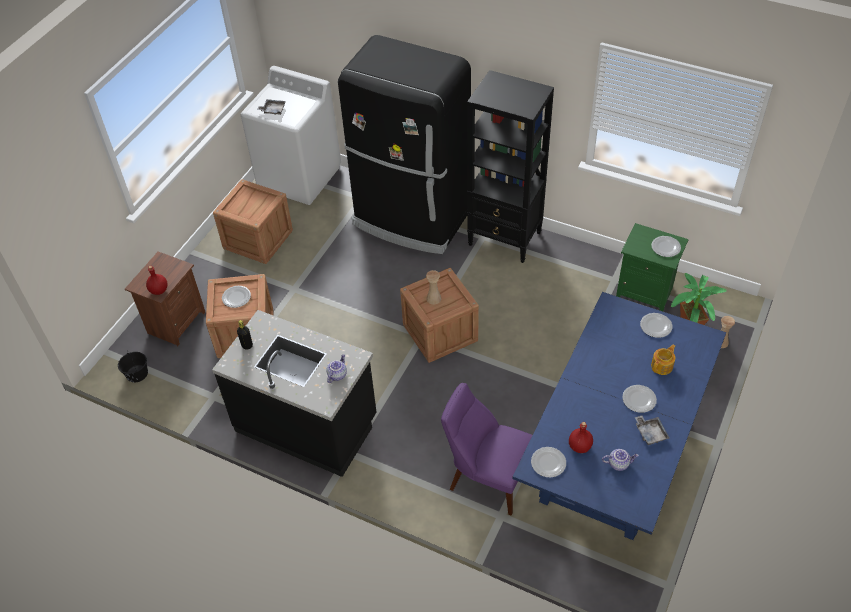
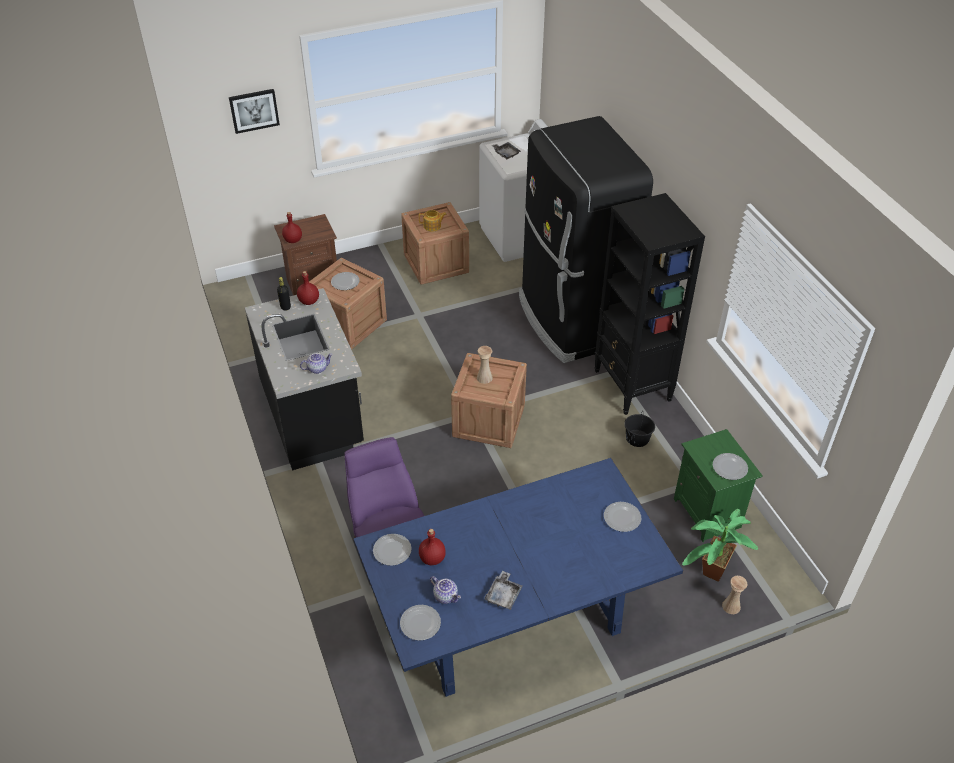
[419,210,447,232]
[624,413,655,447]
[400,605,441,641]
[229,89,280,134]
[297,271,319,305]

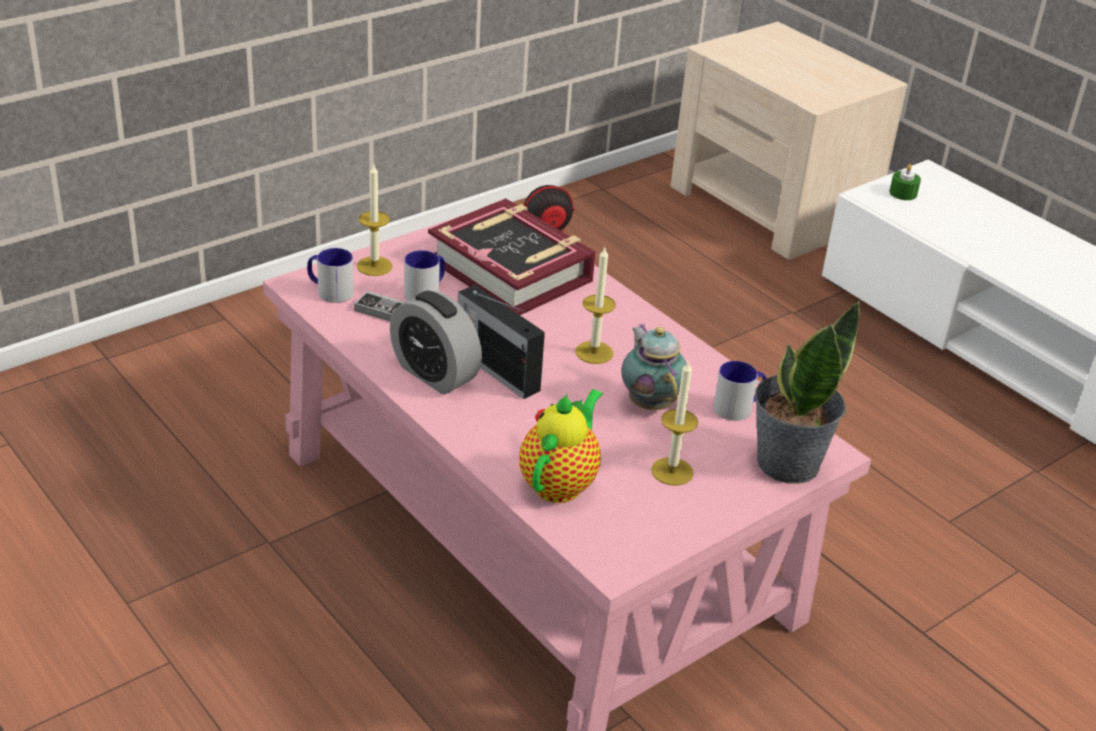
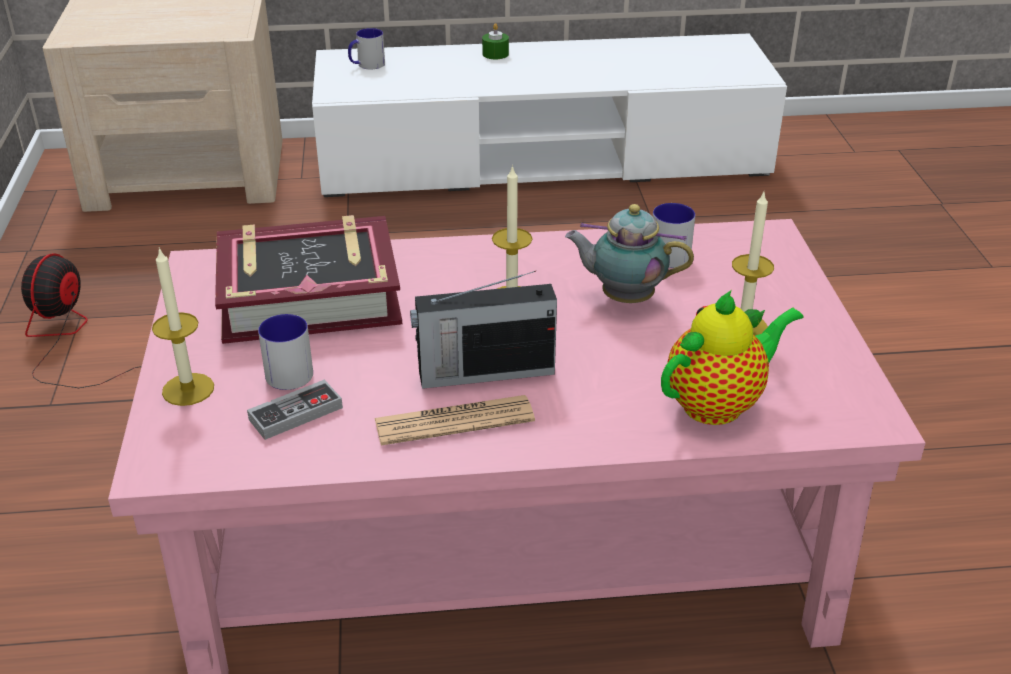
[482,23,509,59]
[348,28,385,69]
[374,395,535,446]
[755,300,860,484] (first image)
[661,290,803,425]

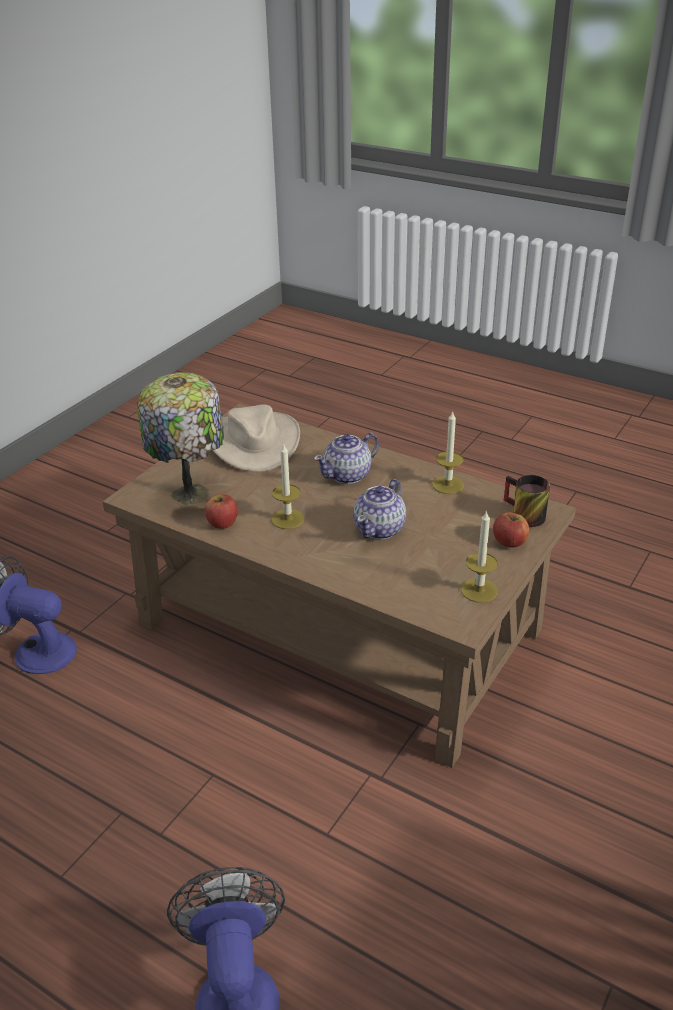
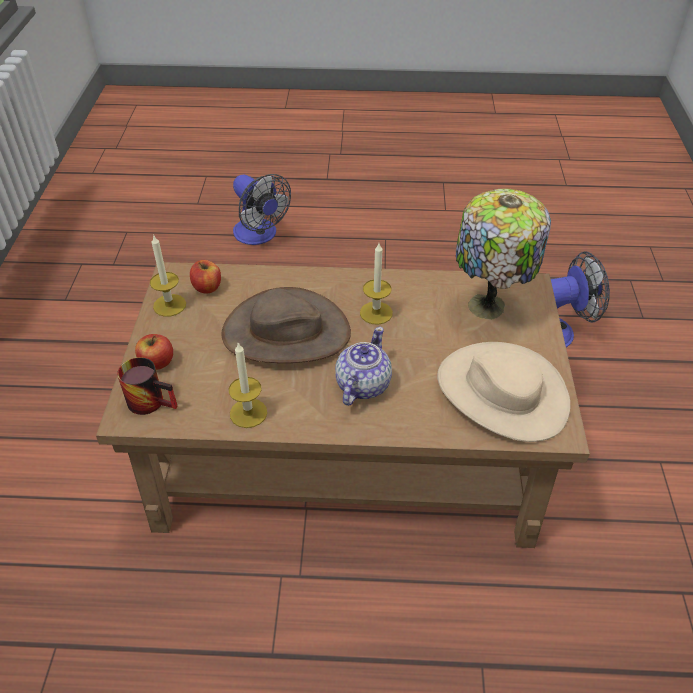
[221,287,351,363]
[190,260,221,294]

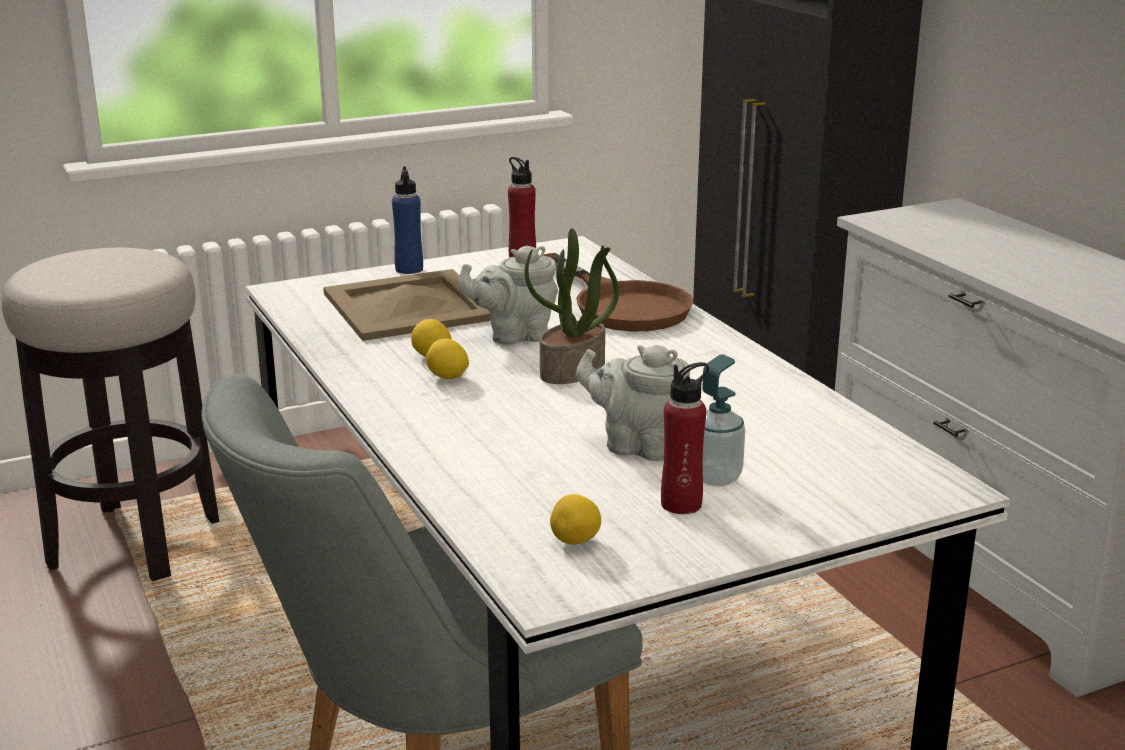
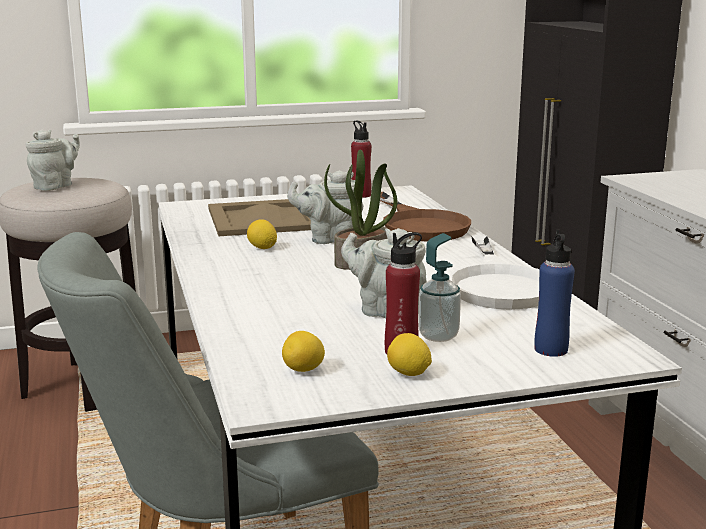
[534,229,575,357]
[387,333,432,376]
[25,129,80,191]
[449,235,540,310]

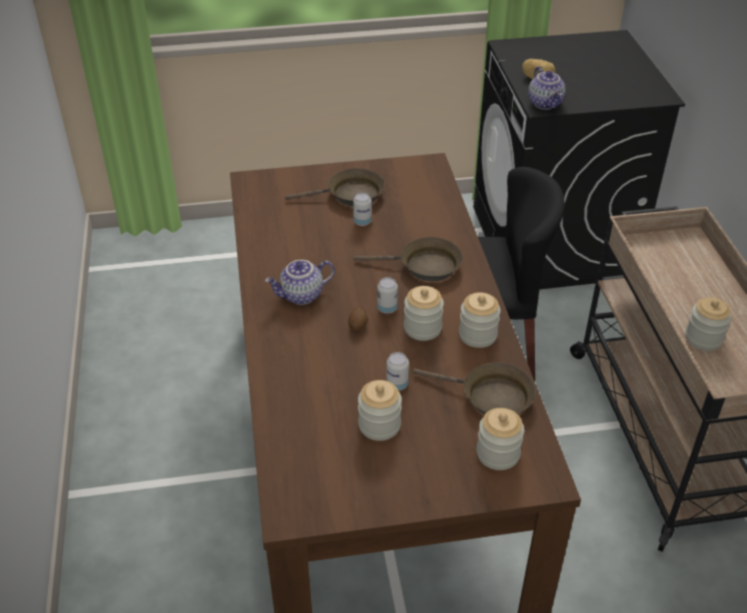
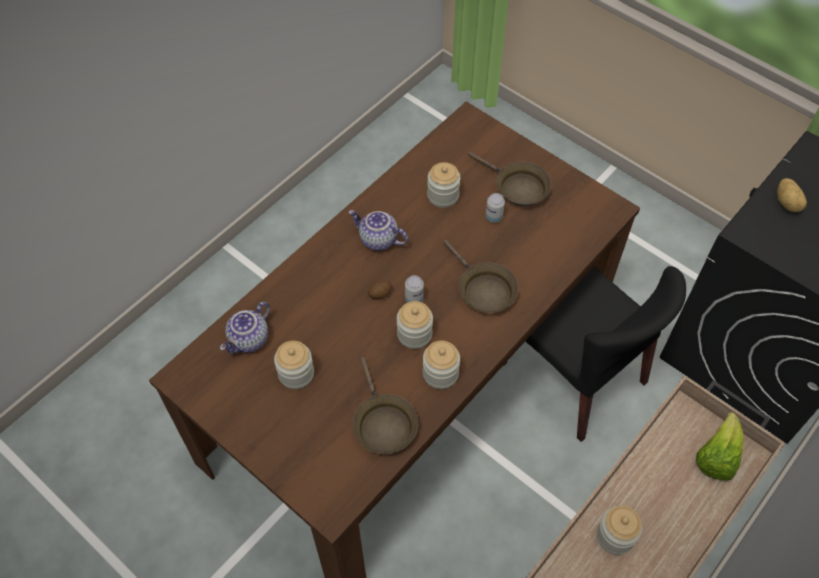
[220,302,270,354]
[386,352,409,391] (first image)
[427,162,460,208]
[696,412,743,480]

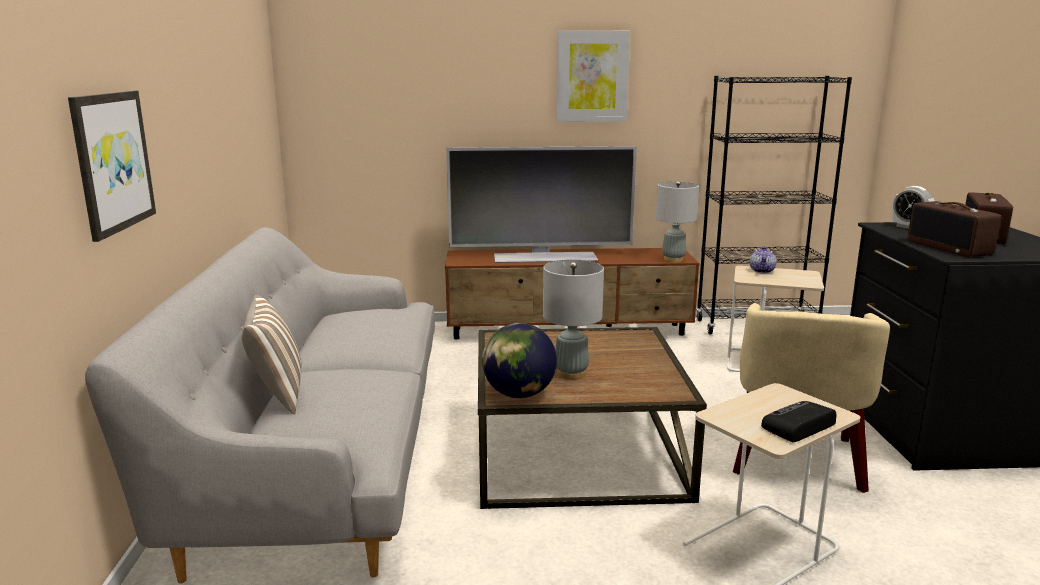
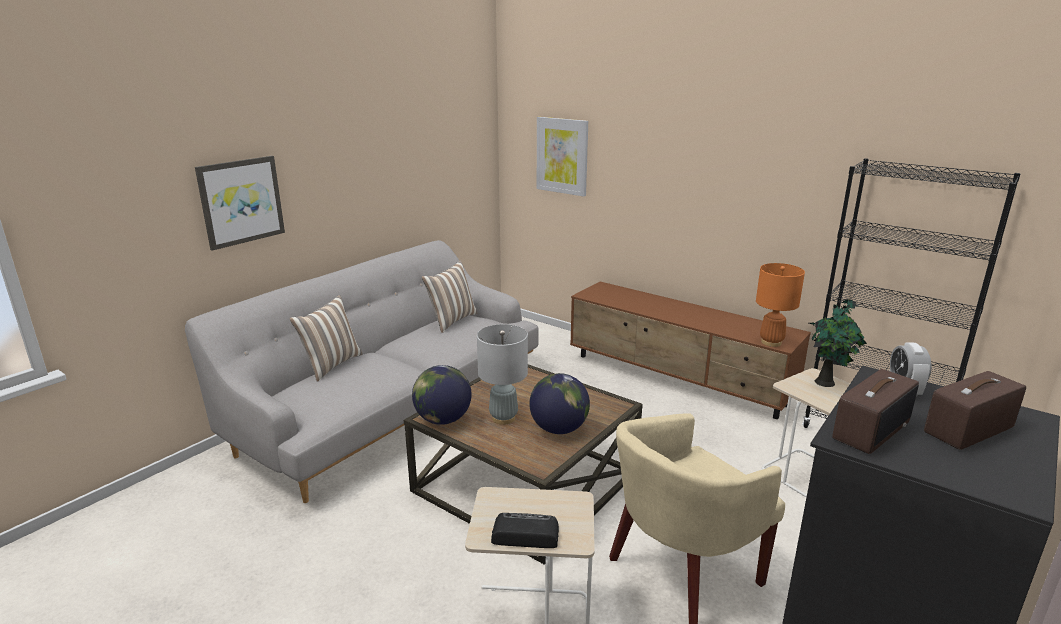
[537,117,588,196]
[446,146,637,263] (first image)
[756,263,805,347]
[832,369,919,454]
[809,299,867,387]
[422,261,478,333]
[529,373,590,434]

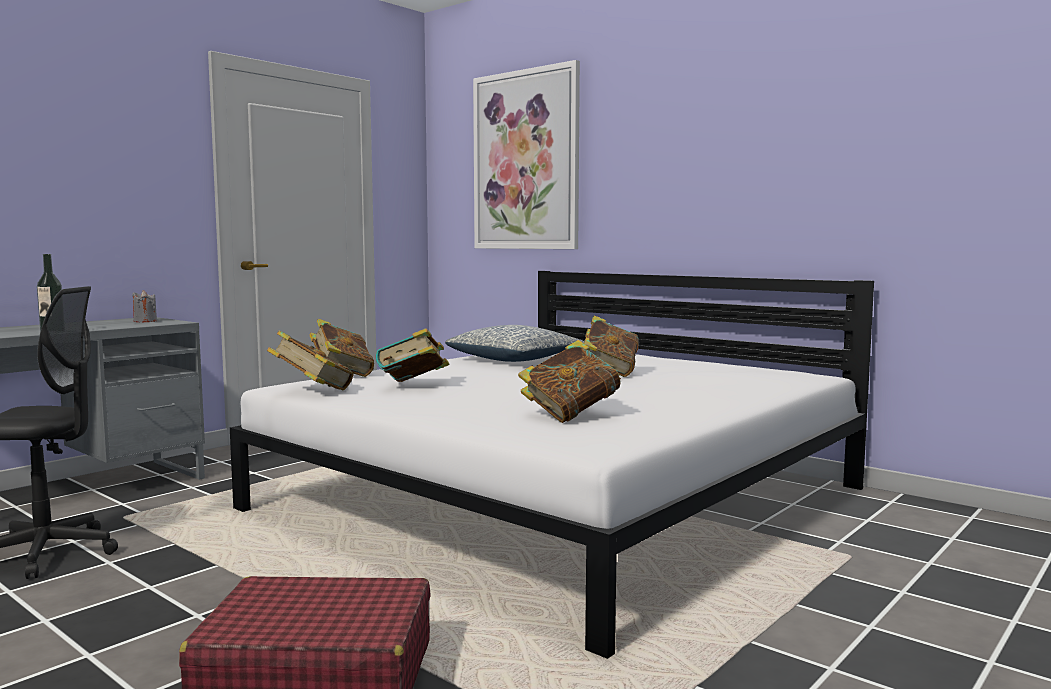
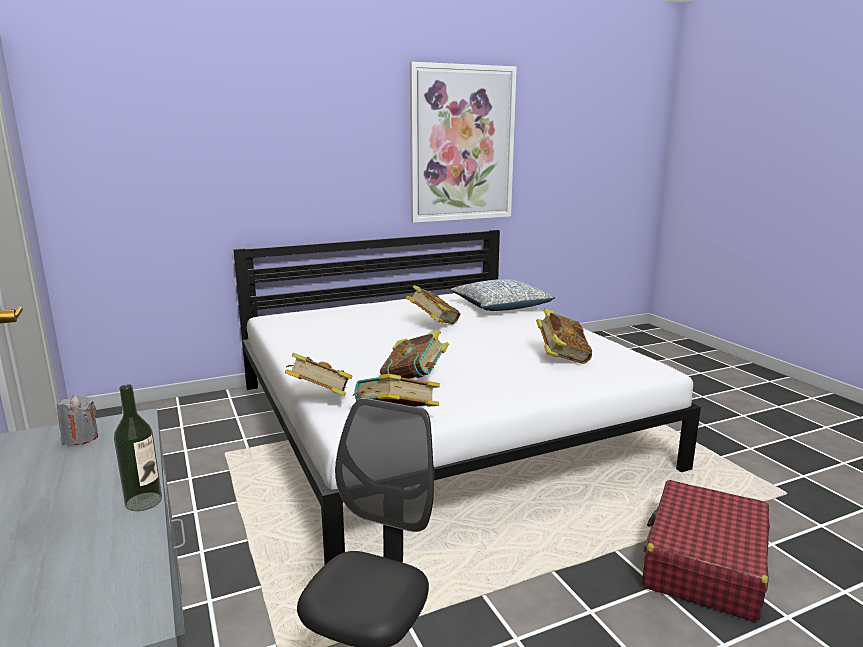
[410,62,517,223]
[451,279,555,311]

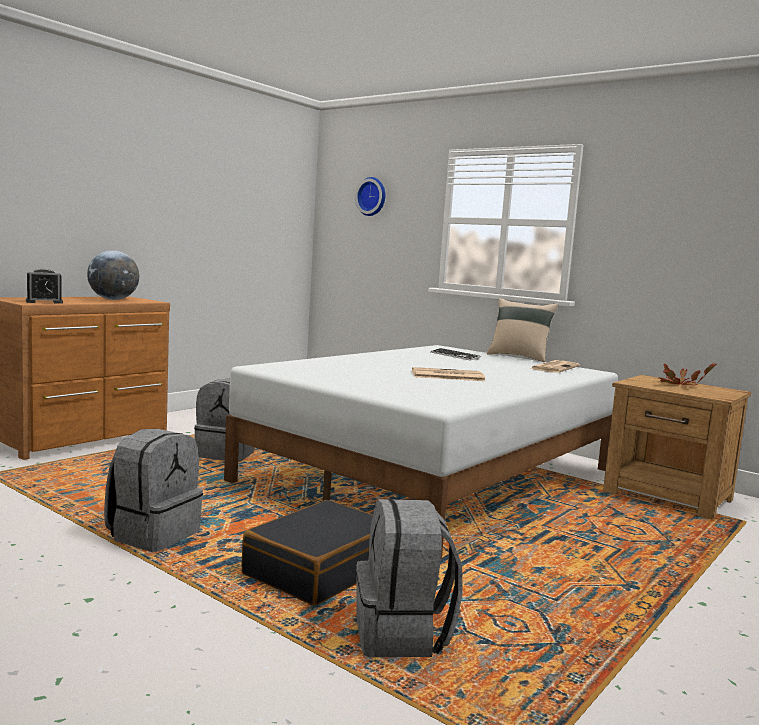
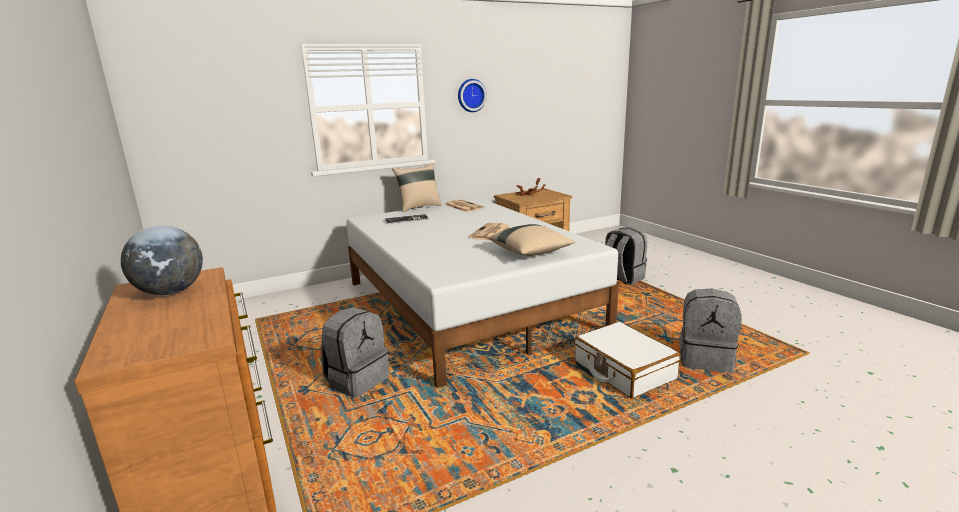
[458,79,487,112]
[26,269,63,304] (first image)
[605,227,647,285]
[574,322,680,398]
[489,224,575,256]

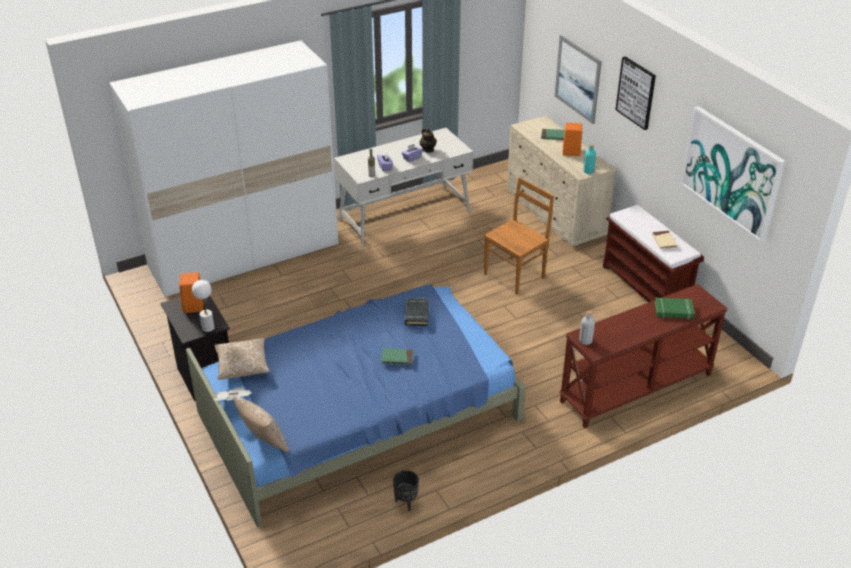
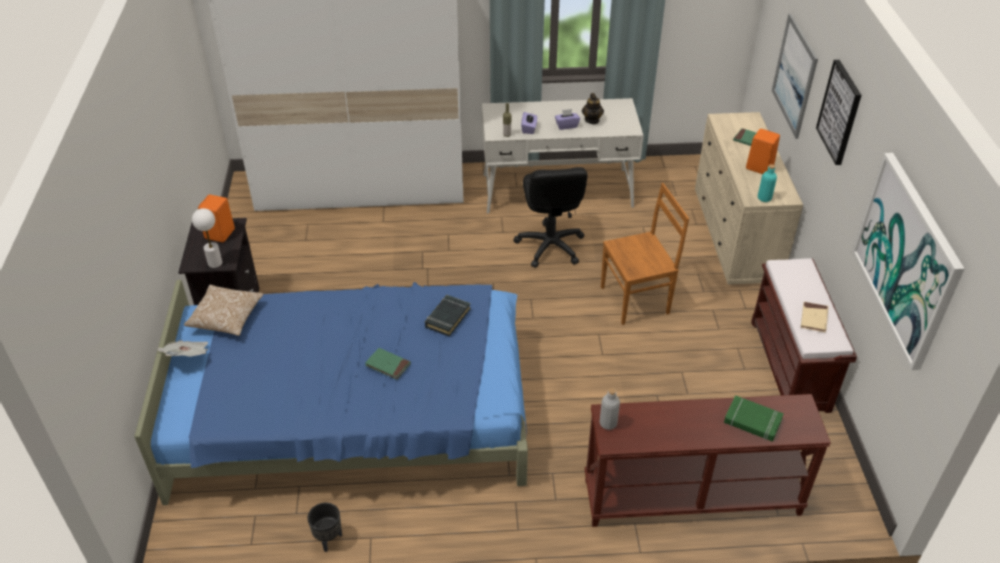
[233,396,289,452] (first image)
[513,167,588,267]

